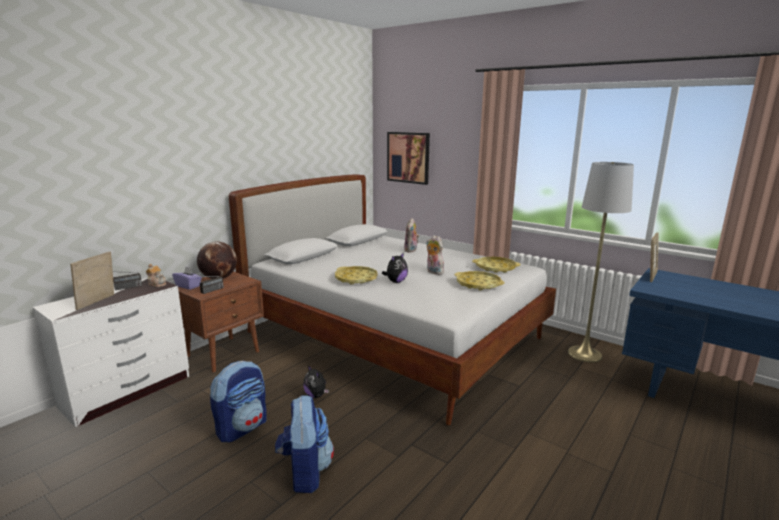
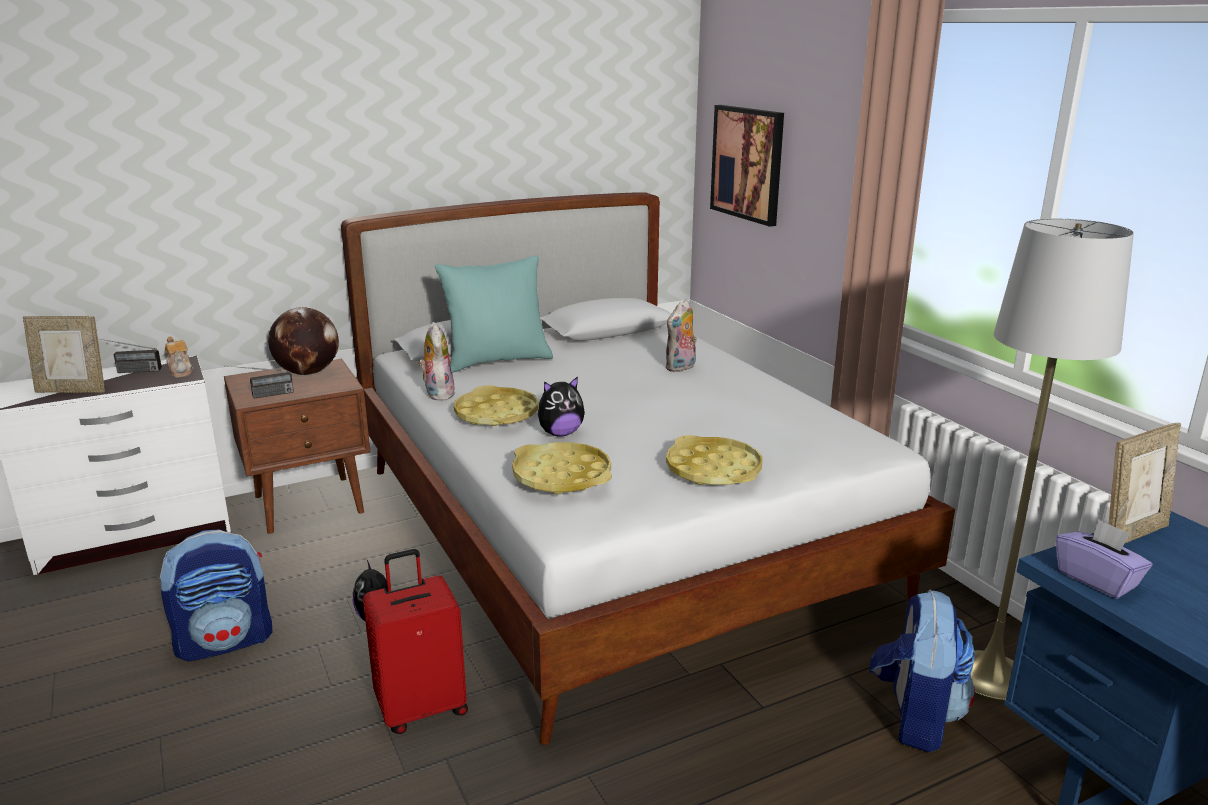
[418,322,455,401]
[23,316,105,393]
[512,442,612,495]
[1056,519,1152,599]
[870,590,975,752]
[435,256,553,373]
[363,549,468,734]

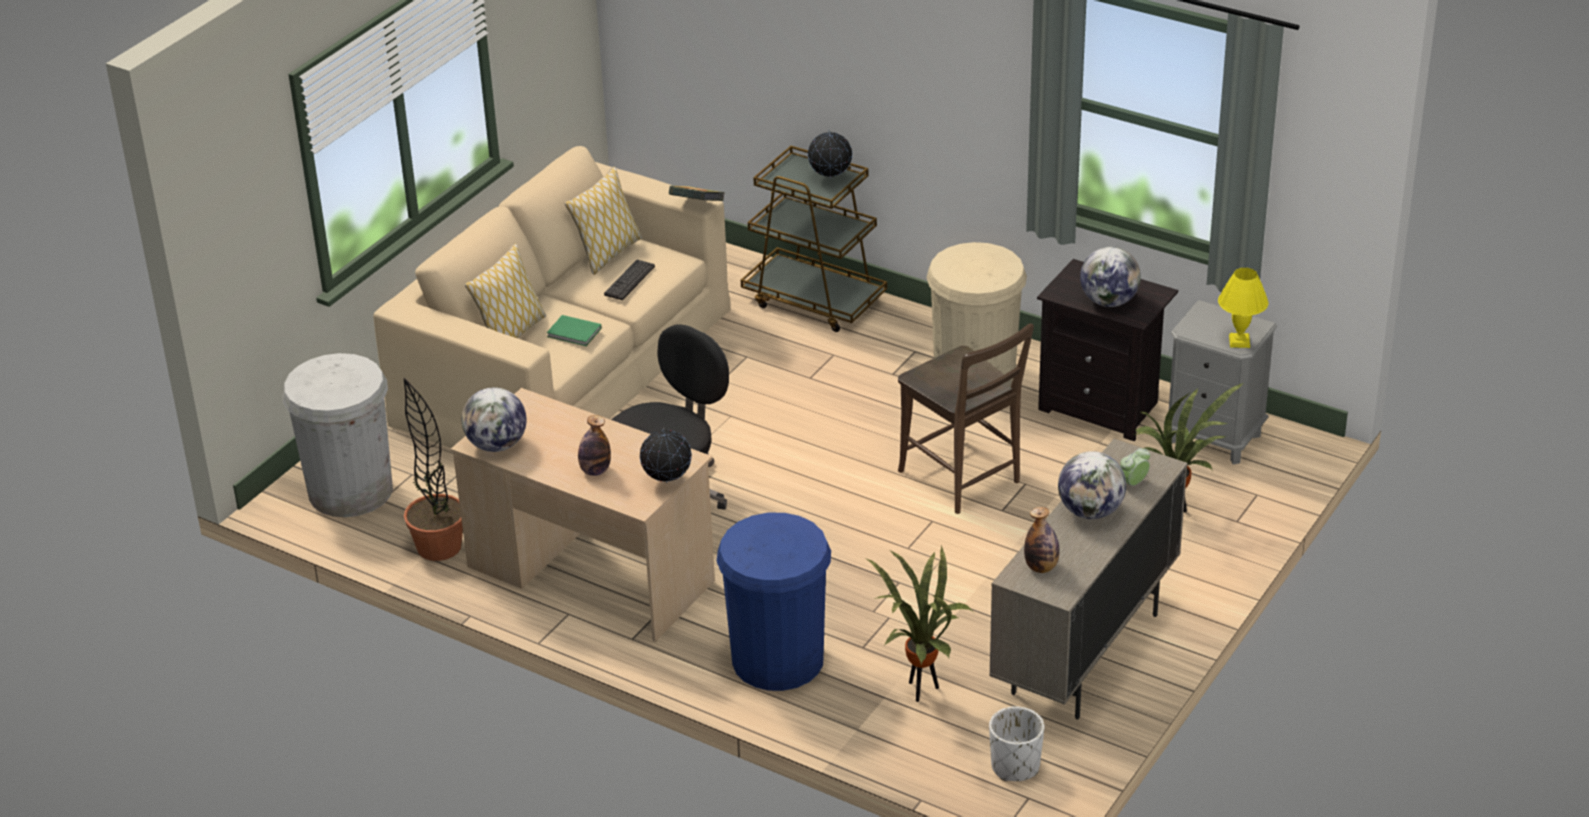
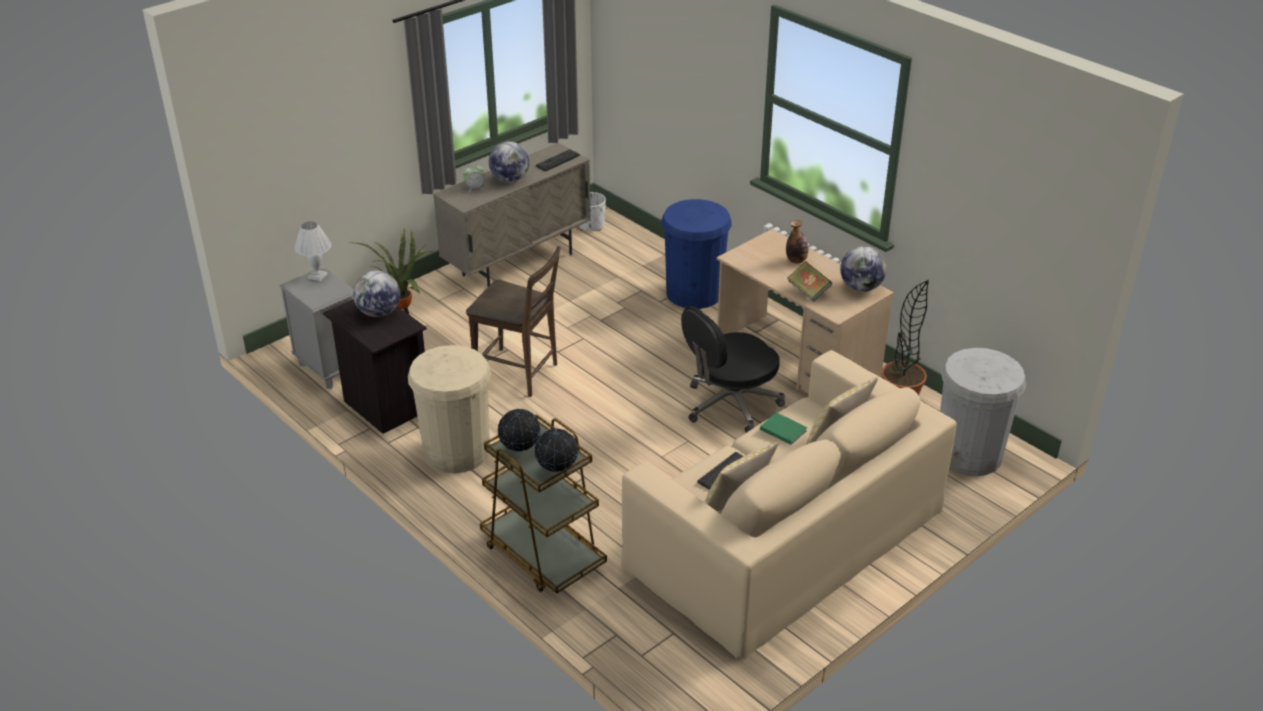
[788,261,832,302]
[294,221,331,281]
[466,246,560,397]
[535,428,578,472]
[536,149,580,171]
[867,546,973,702] (first image)

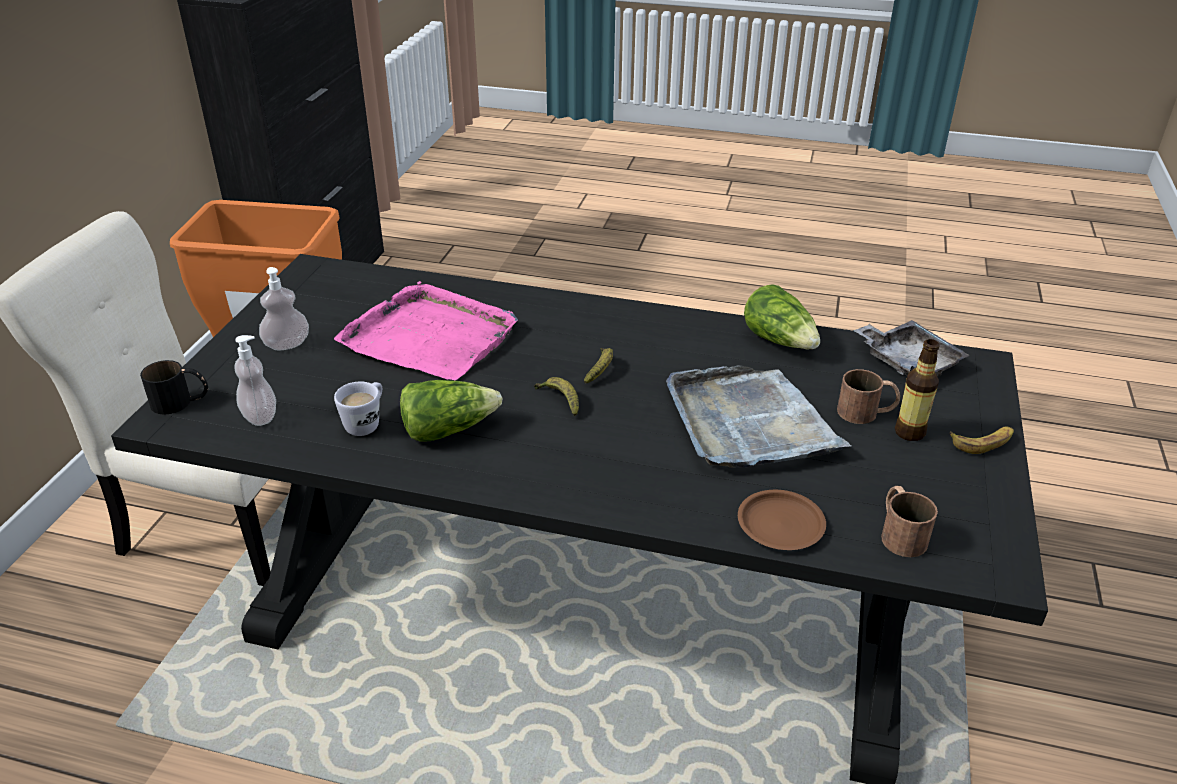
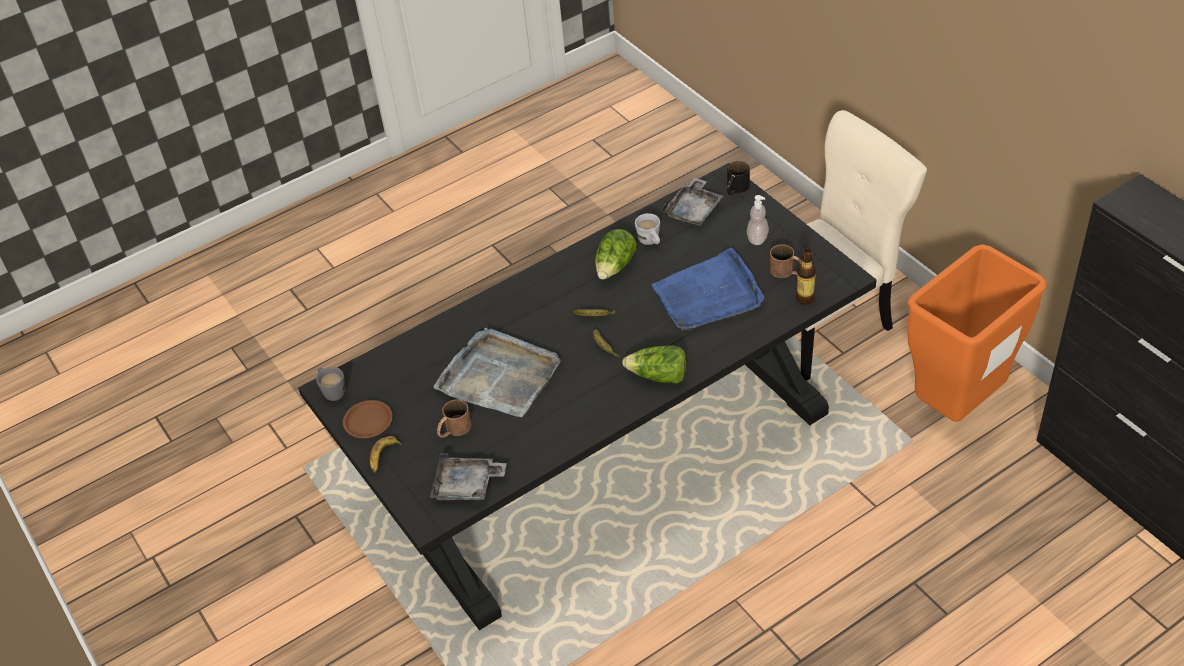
[652,247,764,331]
[622,345,686,384]
[662,177,723,226]
[796,248,816,305]
[770,244,802,278]
[343,400,393,438]
[316,367,345,401]

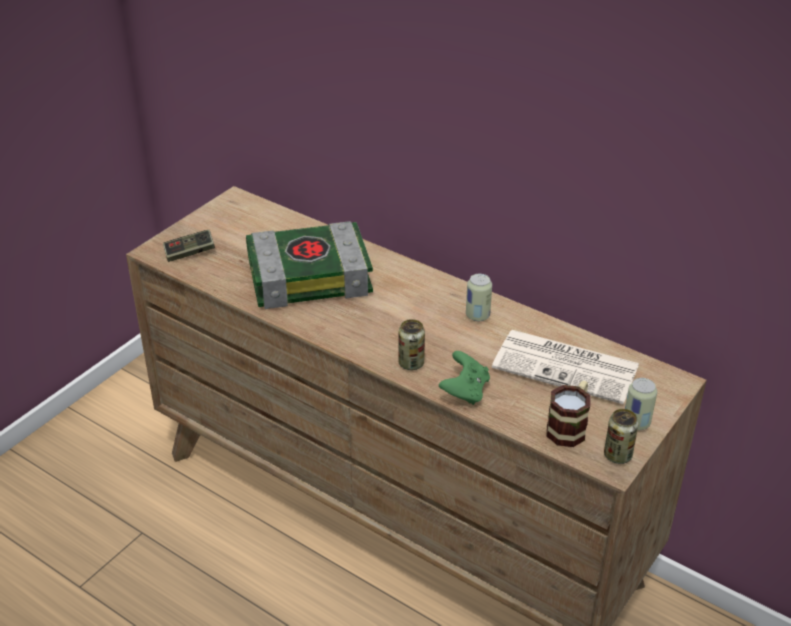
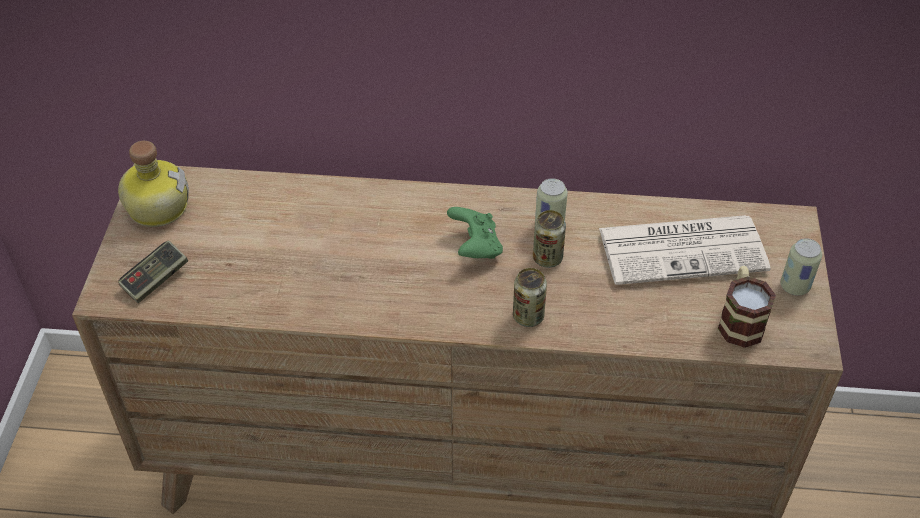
[246,221,373,309] (first image)
[447,207,503,259]
[533,210,566,268]
[118,141,189,227]

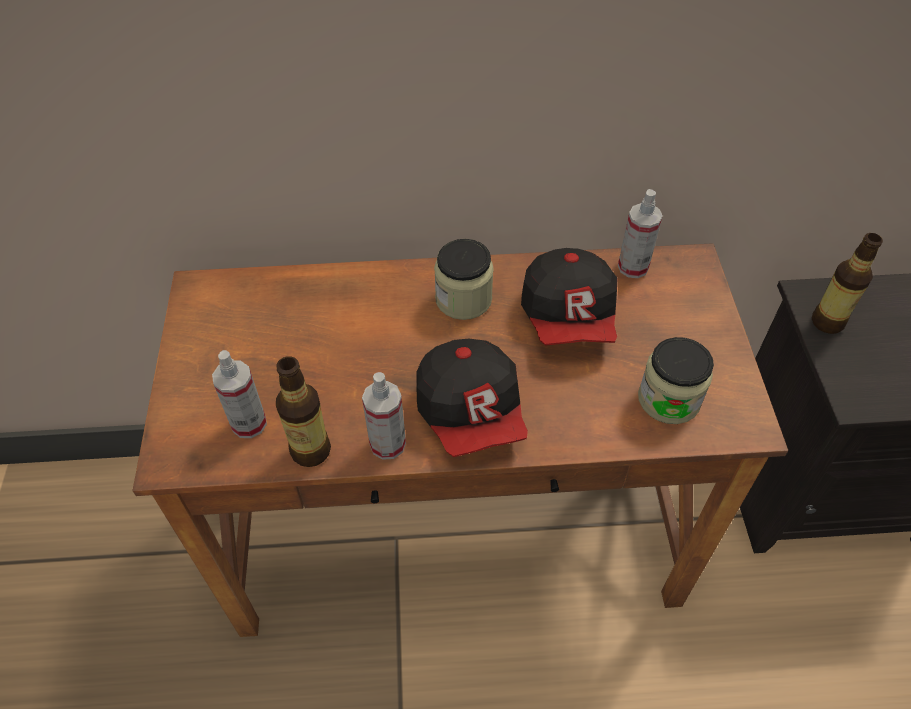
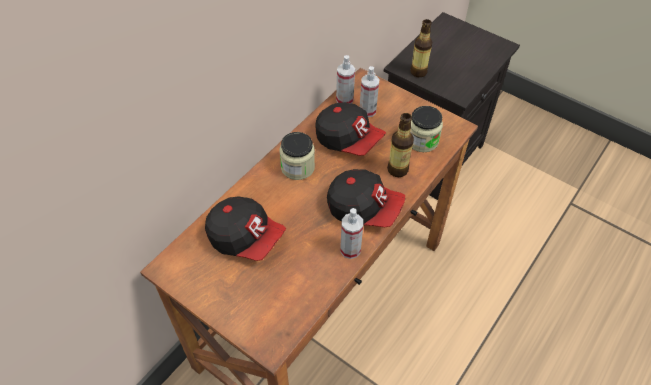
[360,66,379,117]
[387,113,414,177]
[205,197,286,261]

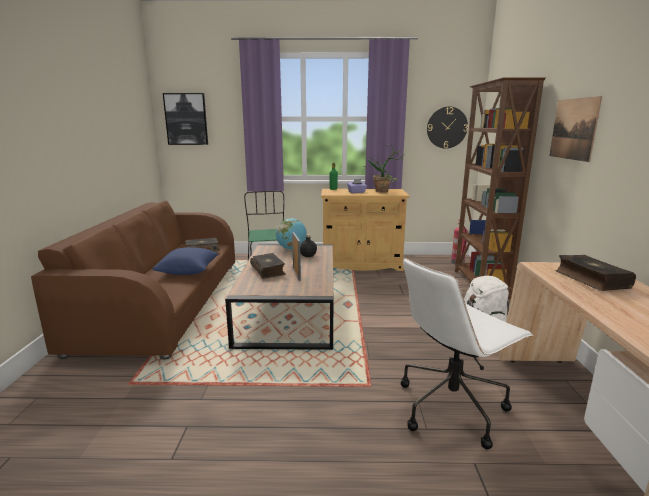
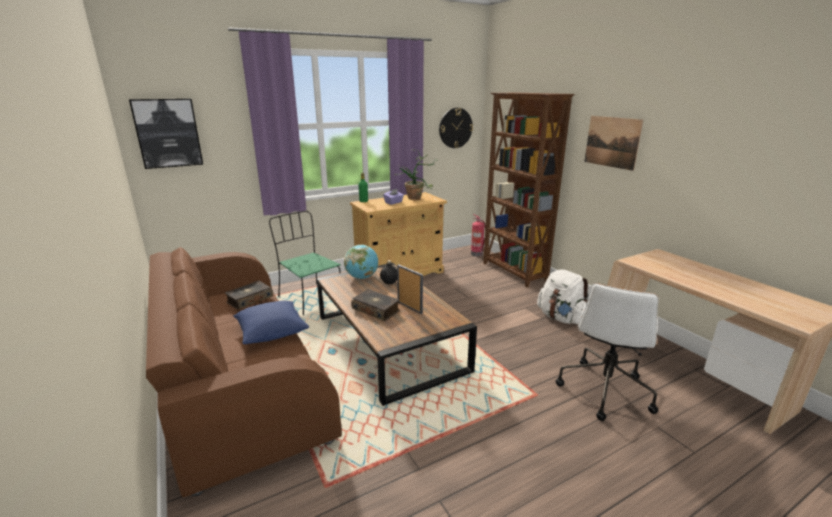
[555,255,636,291] (first image)

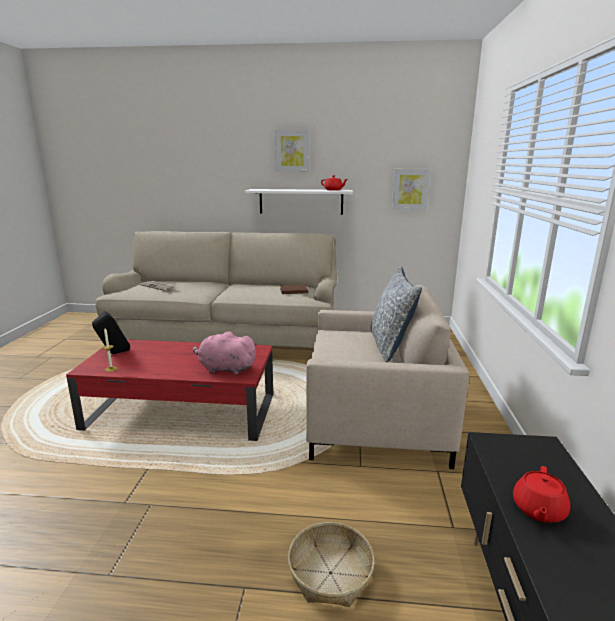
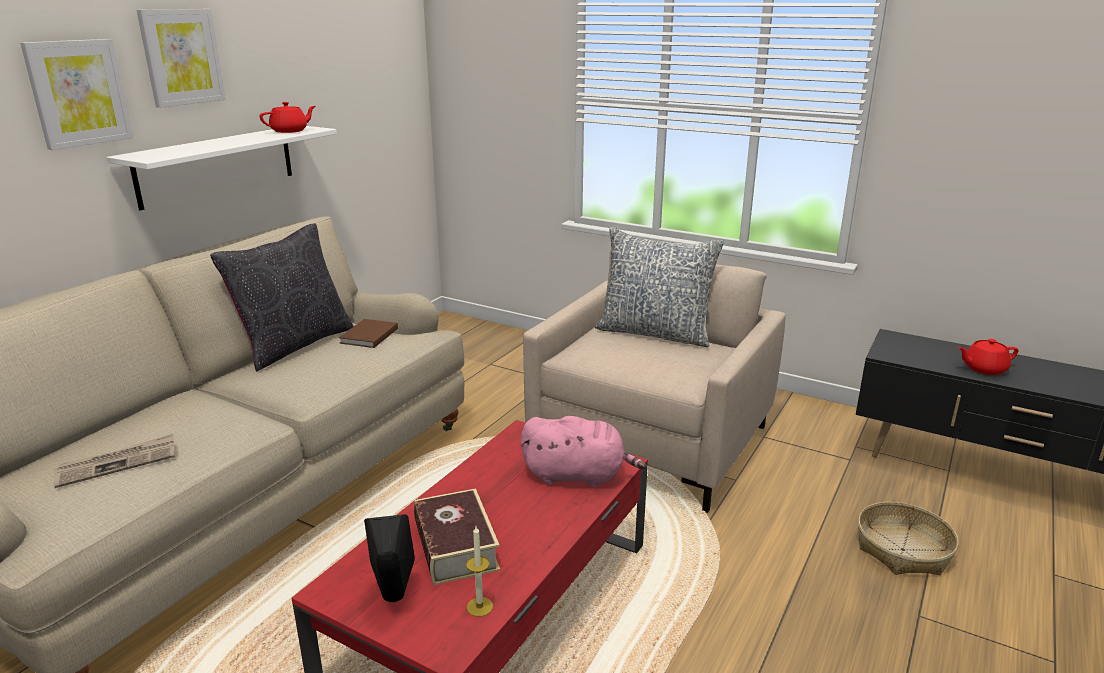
[20,39,133,150]
[521,416,646,487]
[958,339,1019,375]
[210,223,354,372]
[414,488,500,585]

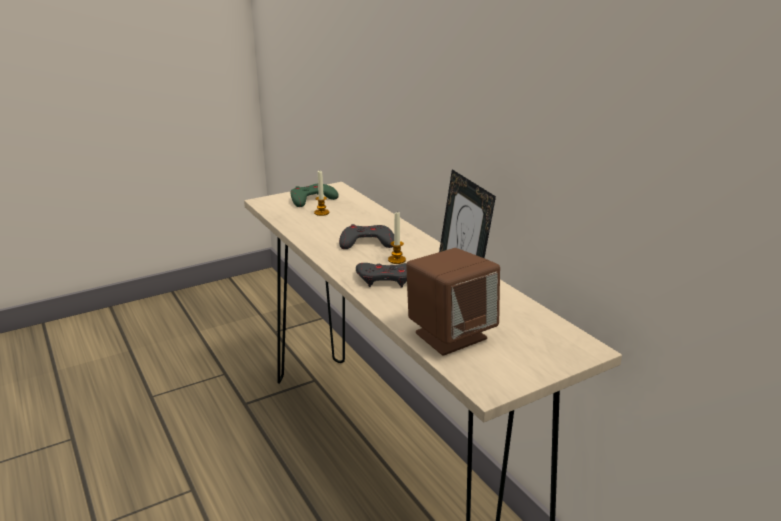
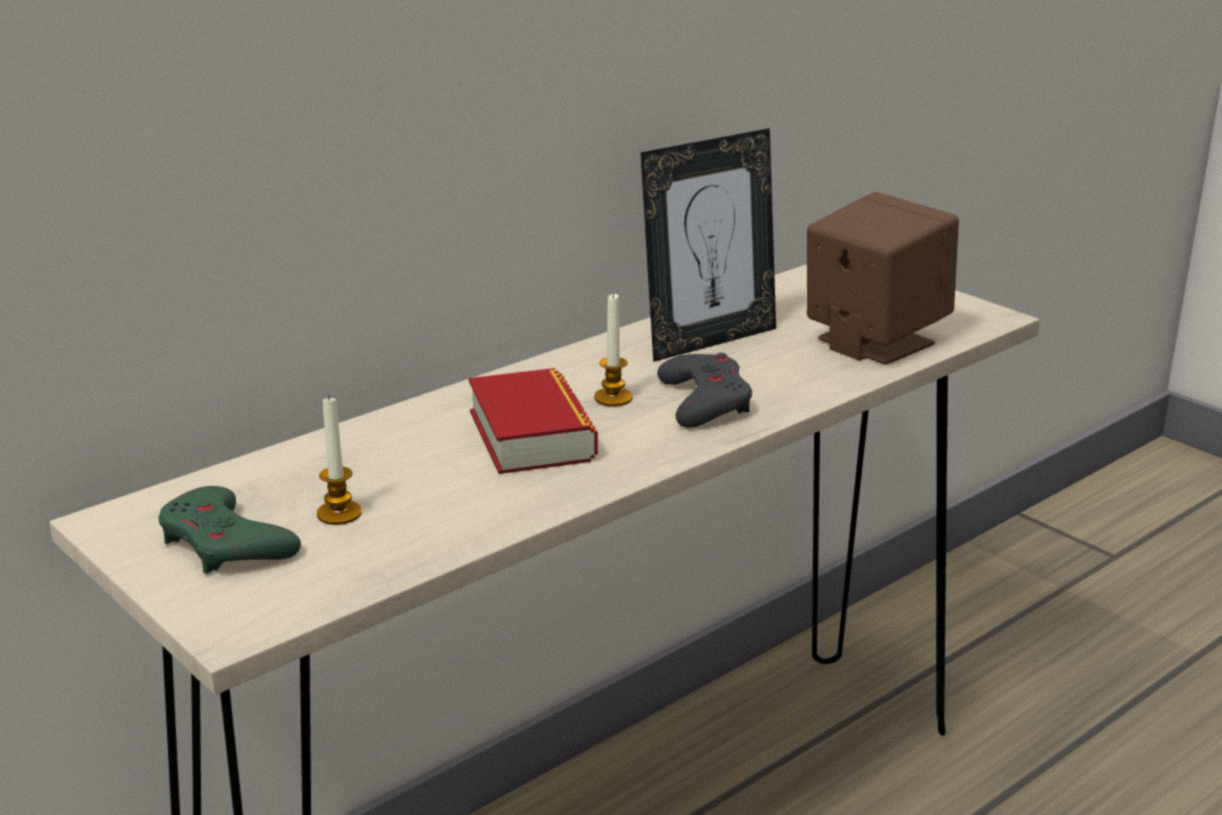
[469,368,598,474]

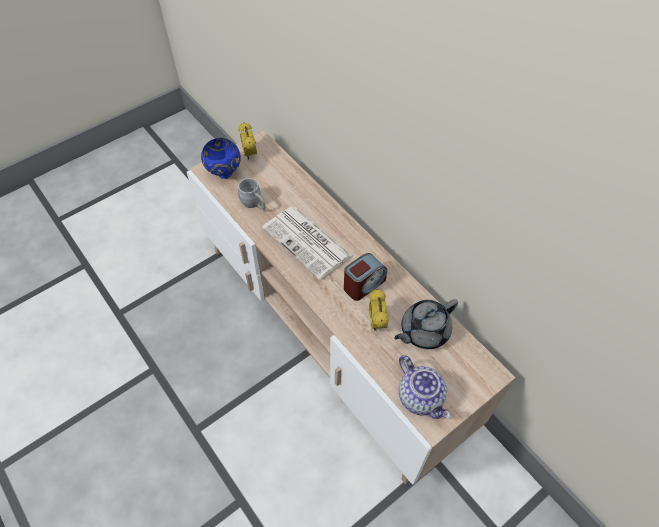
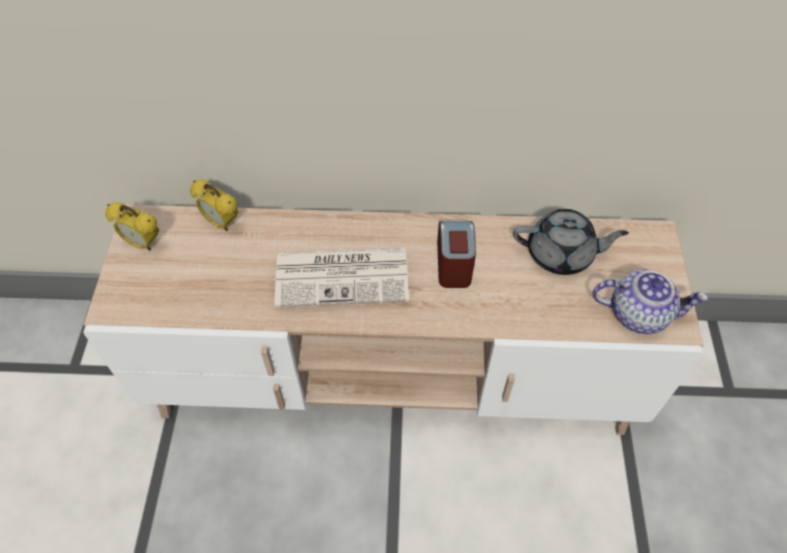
[201,138,241,179] (first image)
[238,178,265,210] (first image)
[190,180,238,231]
[513,209,629,275]

